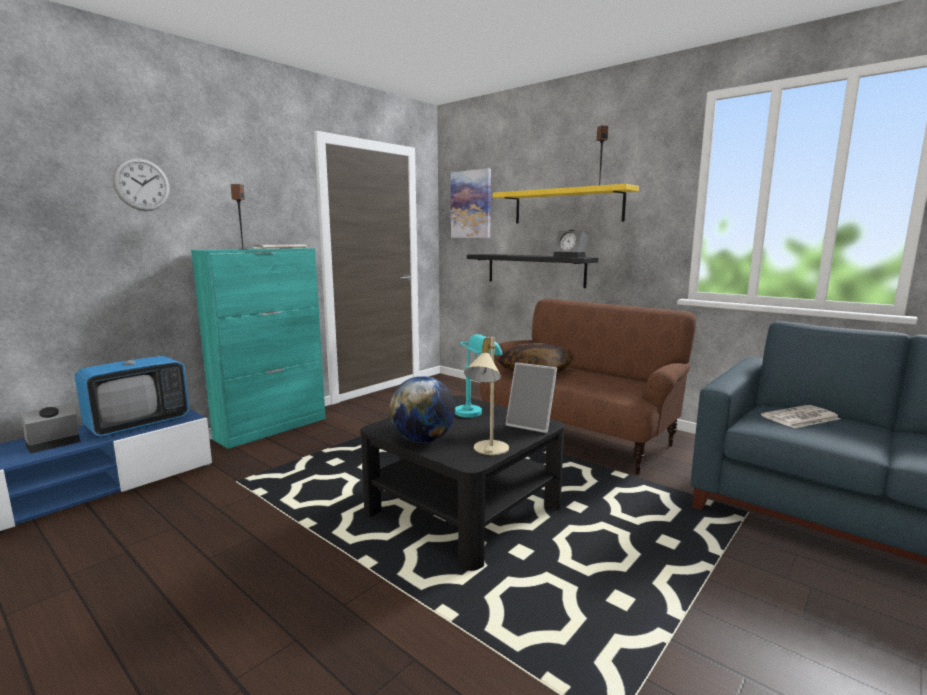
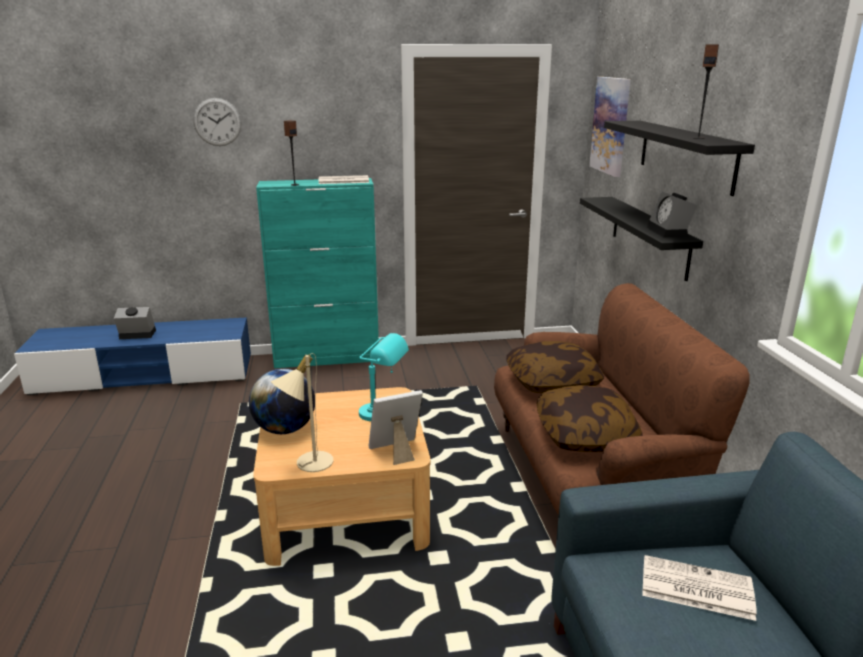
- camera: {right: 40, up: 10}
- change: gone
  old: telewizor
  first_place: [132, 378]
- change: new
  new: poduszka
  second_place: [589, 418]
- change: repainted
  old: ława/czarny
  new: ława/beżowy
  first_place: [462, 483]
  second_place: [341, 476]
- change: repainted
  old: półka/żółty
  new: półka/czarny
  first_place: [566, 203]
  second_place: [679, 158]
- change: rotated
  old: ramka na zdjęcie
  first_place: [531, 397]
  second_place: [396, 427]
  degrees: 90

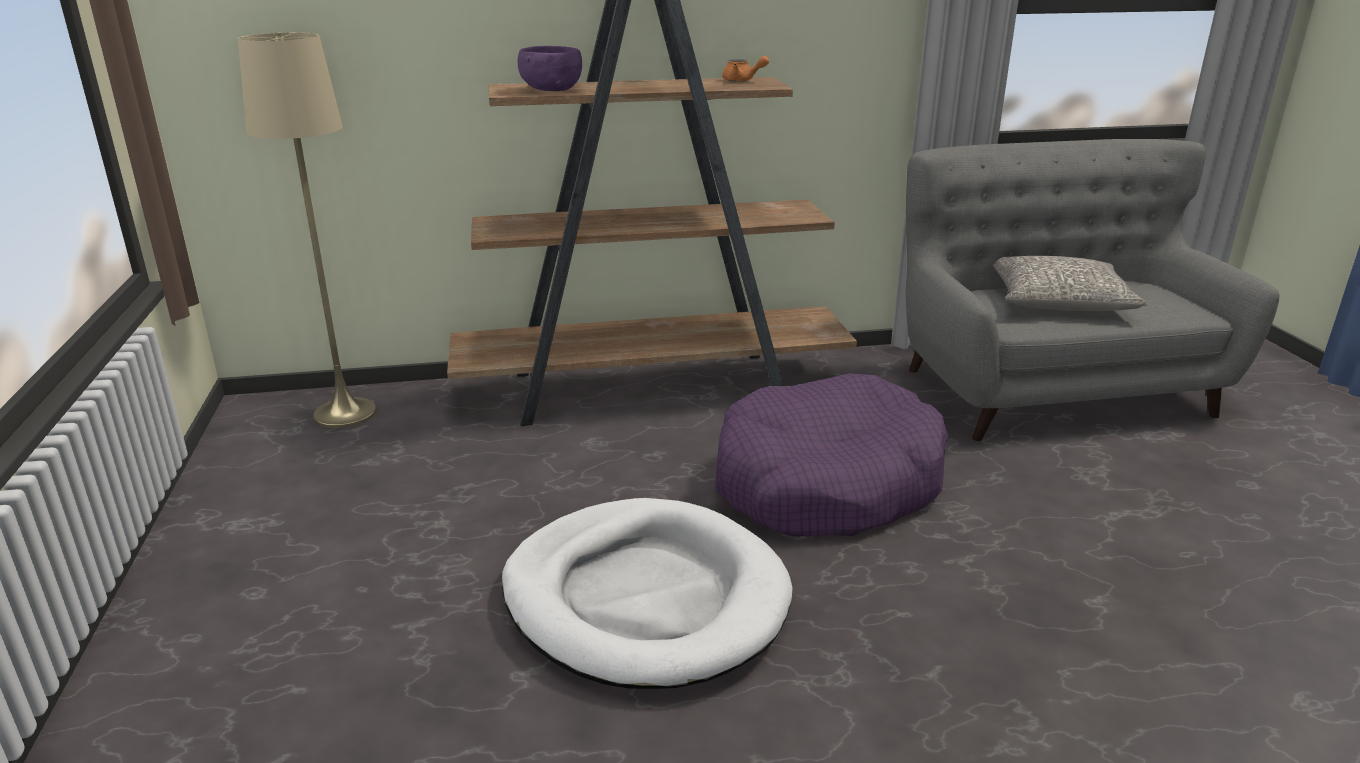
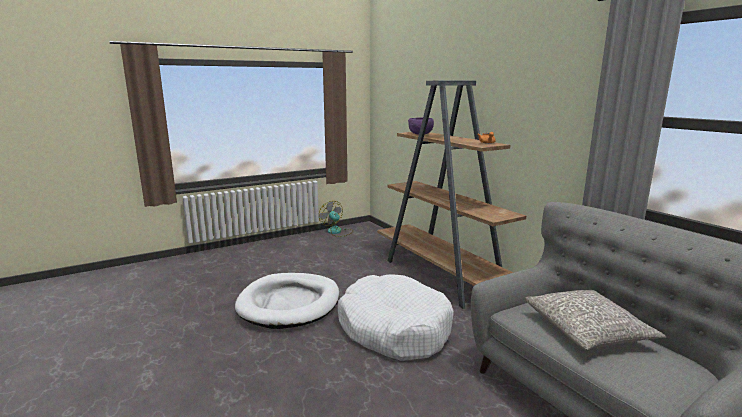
- camera: {right: 70, up: -10}
- change: gone
  old: lampa stojąca/beżowy
  first_place: [307, 230]
- change: new
  new: wentylator
  second_place: [336, 219]
- change: repainted
  old: legowisko/fioletowy
  new: legowisko/biały
  first_place: [831, 455]
  second_place: [396, 317]

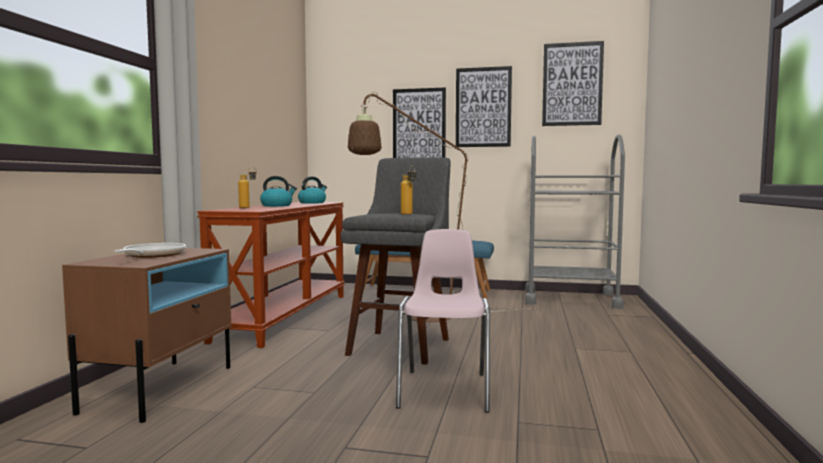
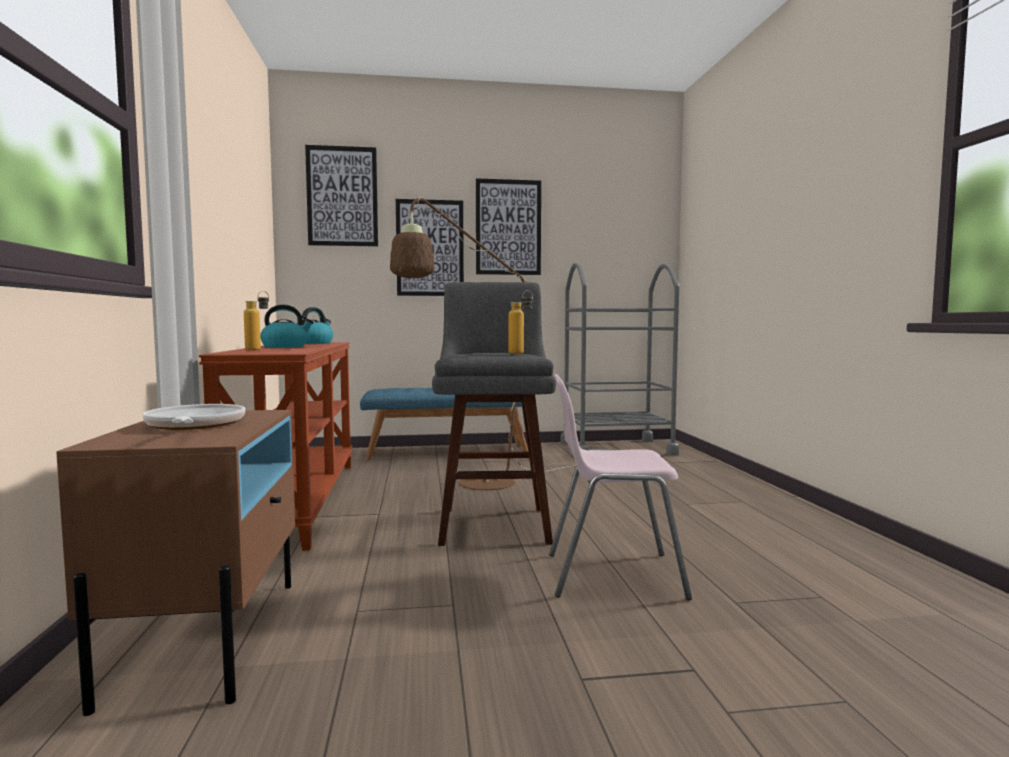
- camera: {right: -20, up: 0}
- change: shifted
  old: obraz
  first_place: [573, 83]
  second_place: [341, 196]
- change: rotated
  old: krzesło/różowy
  first_place: [443, 321]
  second_place: [620, 487]
  degrees: -75

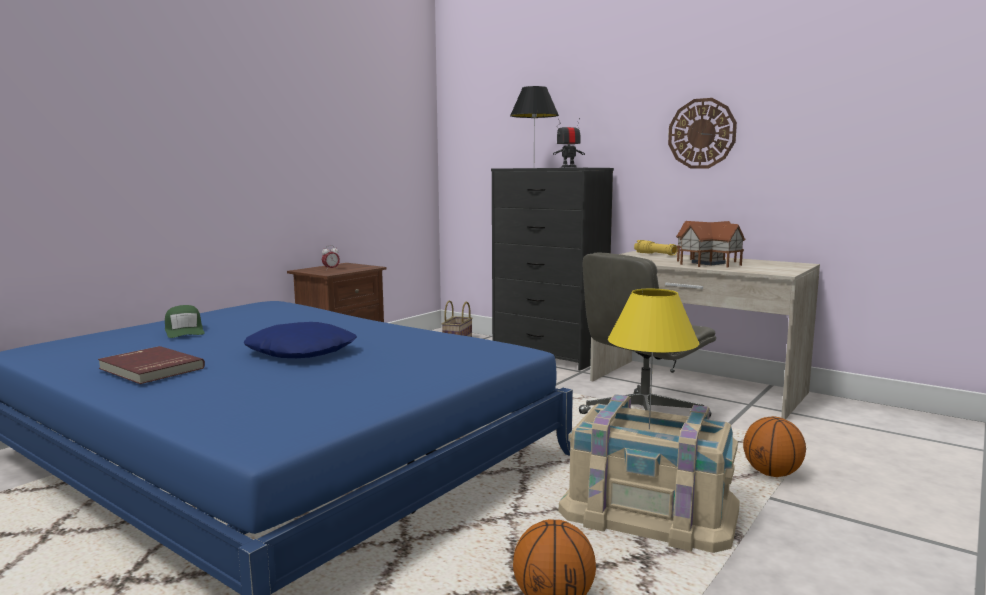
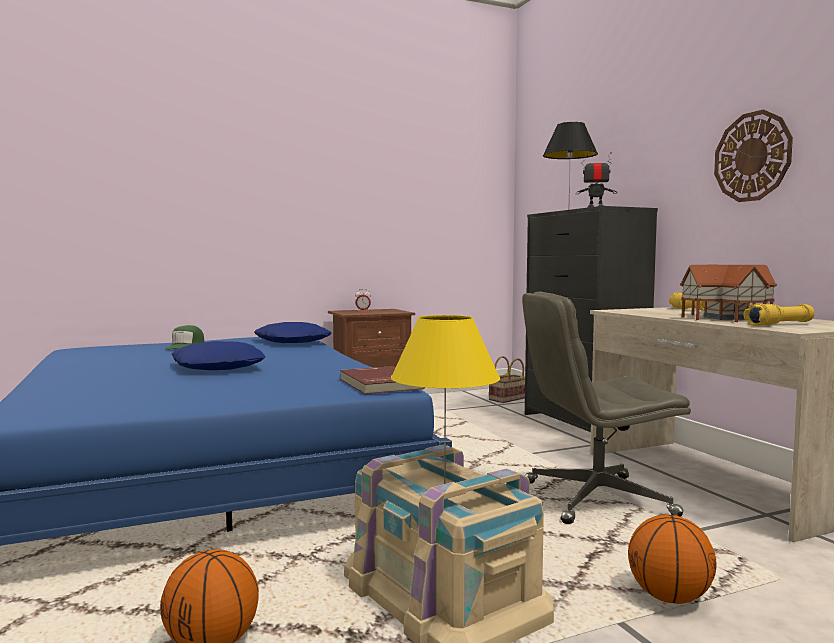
- camera: {right: 30, up: -5}
- change: new
  new: poduszka/niebieski
  second_place: [293, 332]
- change: new
  new: latarka/żółty
  second_place: [779, 315]
- change: shifted
  old: książka/czerwony
  first_place: [151, 365]
  second_place: [382, 380]

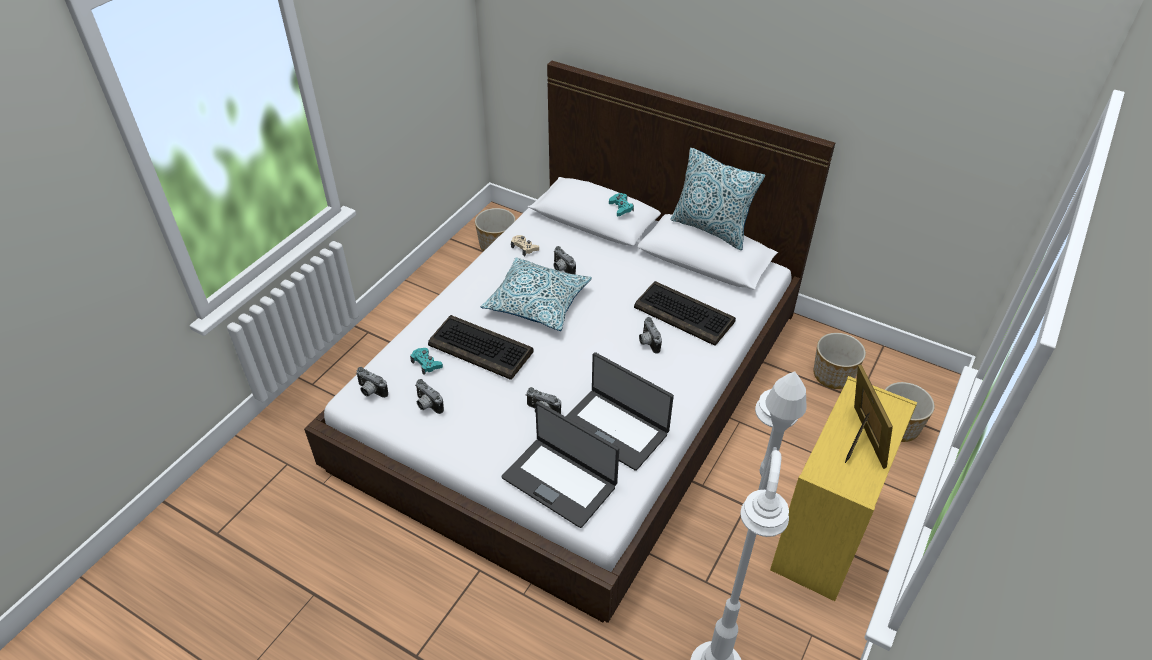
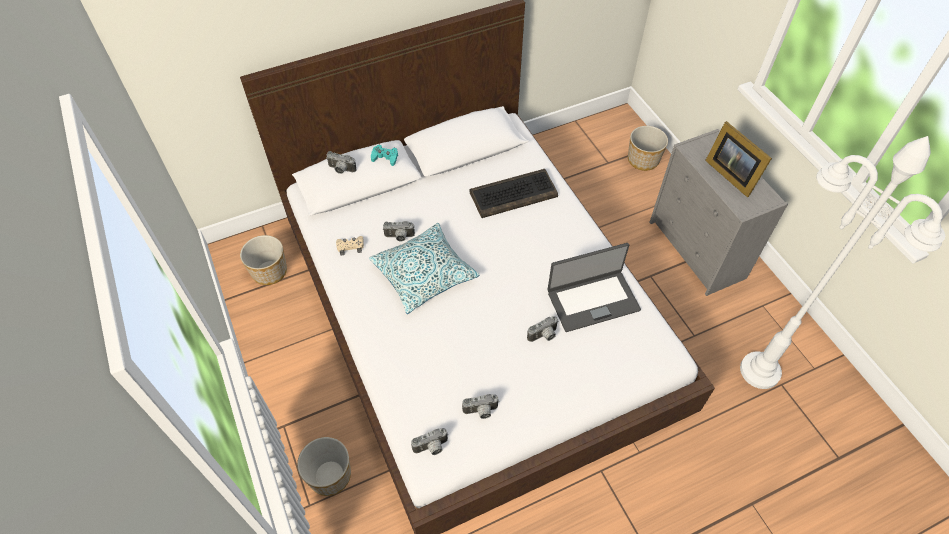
- camera: {right: -55, up: 10}
- change: gone
  old: pad do gier/turkusowy
  first_place: [426, 361]
- change: gone
  old: klawiatura
  first_place: [481, 347]
- change: gone
  old: laptop
  first_place: [560, 464]
- change: gone
  old: poduszka
  first_place: [717, 199]
- change: shifted
  old: aparat fotograficzny
  first_place: [650, 335]
  second_place: [341, 162]
- change: shifted
  old: donica
  first_place: [839, 361]
  second_place: [324, 466]
- change: repainted
  old: komoda/żółty
  new: komoda/szary
  first_place: [843, 488]
  second_place: [718, 212]
- change: rotated
  old: ramka na zdjęcie
  first_place: [869, 417]
  second_place: [738, 159]
  degrees: -150

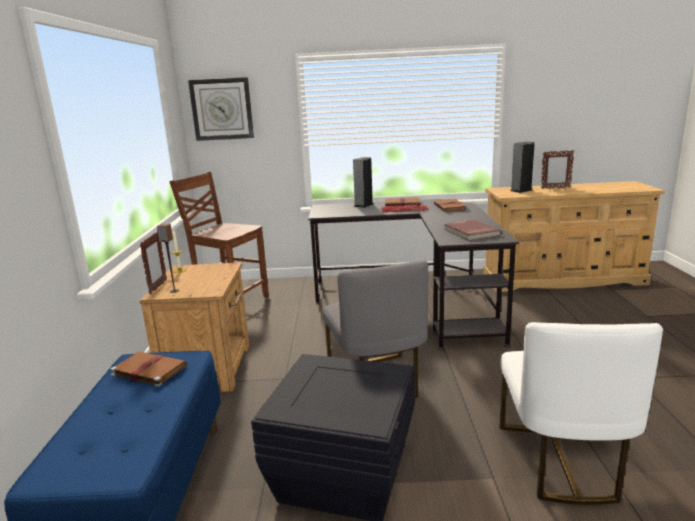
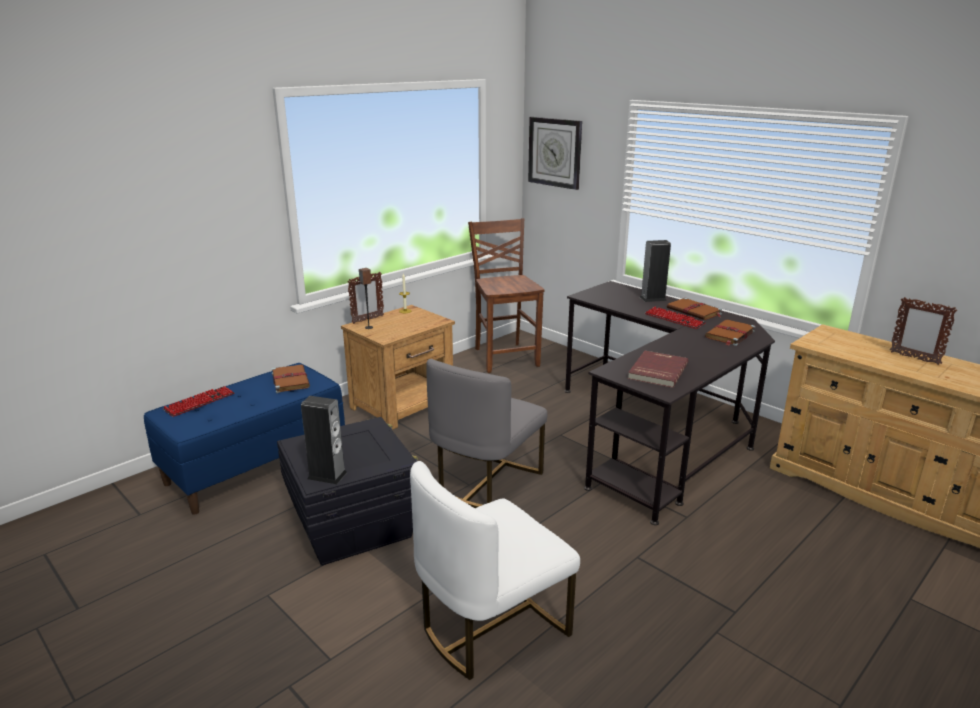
- camera: {right: 45, up: 5}
- change: new
  new: klawiatura
  second_place: [198, 401]
- change: shifted
  old: głośnik
  first_place: [522, 167]
  second_place: [324, 440]

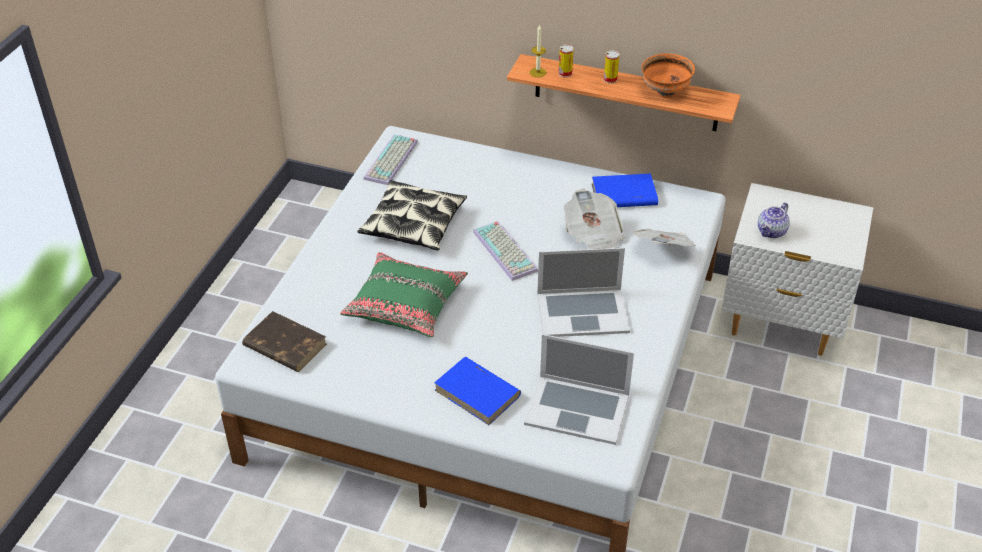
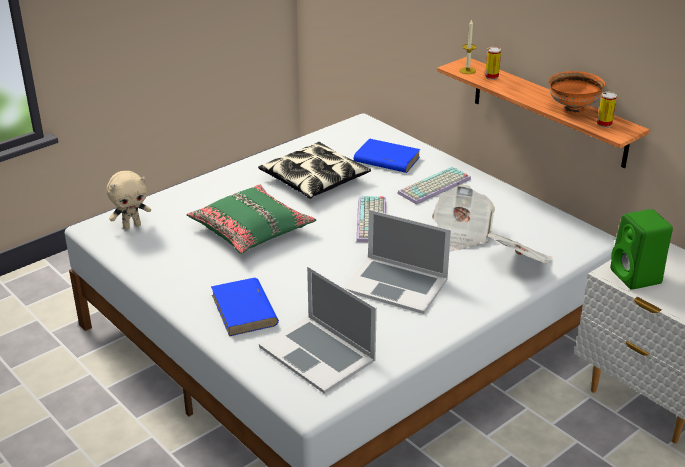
- camera: {right: 30, up: -10}
- change: shifted
  old: klawiatura
  first_place: [390, 159]
  second_place: [434, 185]
- change: shifted
  old: książka/niebieski
  first_place: [625, 190]
  second_place: [387, 155]
- change: shifted
  old: puszka
  first_place: [612, 67]
  second_place: [607, 110]
- change: swapped
  old: książka/brązowy
  new: pluszak/beżowy
  first_place: [284, 341]
  second_place: [129, 200]
- change: swapped
  old: imbryk
  new: głośnik/zielony
  first_place: [774, 220]
  second_place: [641, 249]

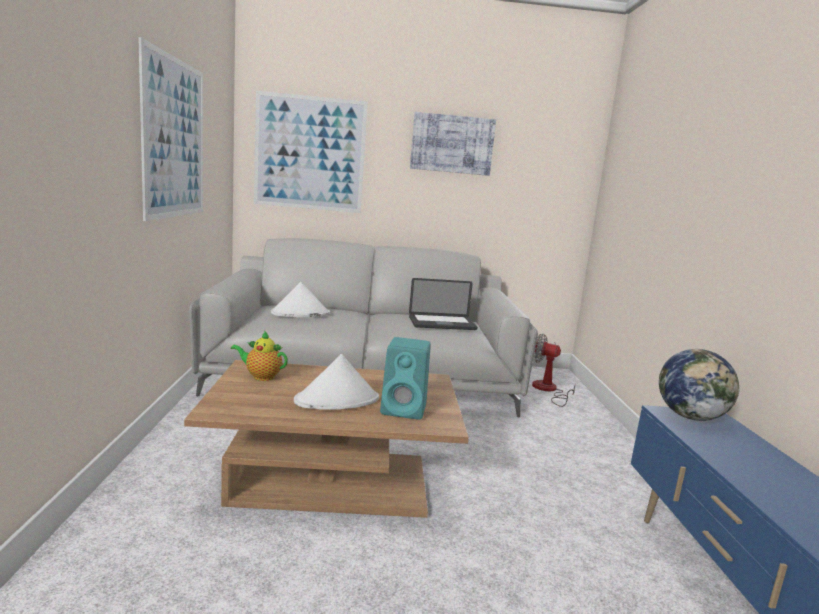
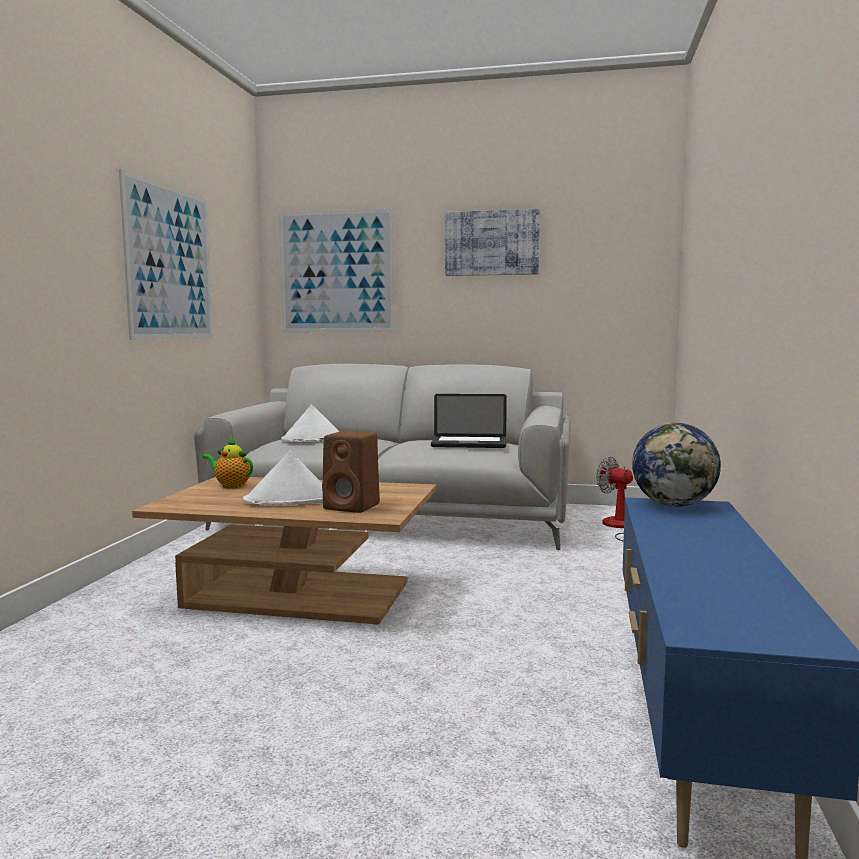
- camera: {right: 15, up: -5}
- change: repainted
  old: głośnik/turkusowy
  new: głośnik/brązowy
  first_place: [405, 378]
  second_place: [351, 472]

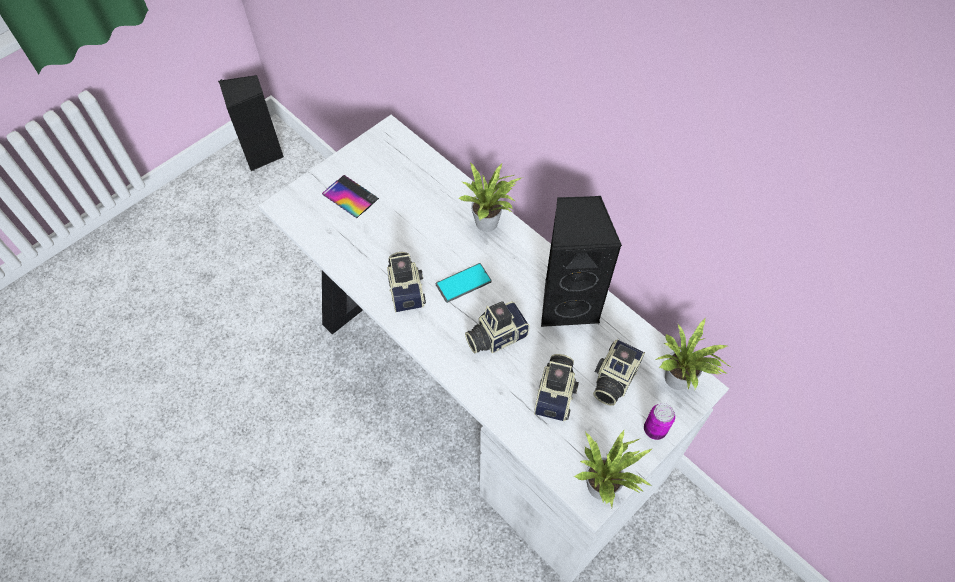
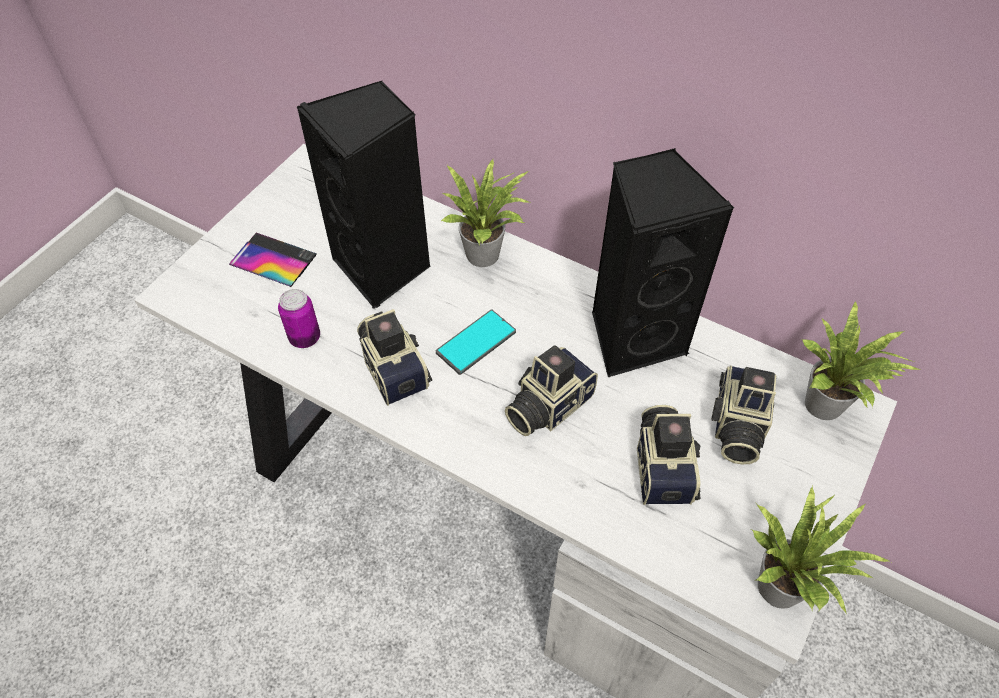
- camera: {right: -15, up: -5}
- change: shifted
  old: głośnik/czarny
  first_place: [251, 123]
  second_place: [364, 195]
- change: shifted
  old: puszka
  first_place: [659, 421]
  second_place: [299, 318]

